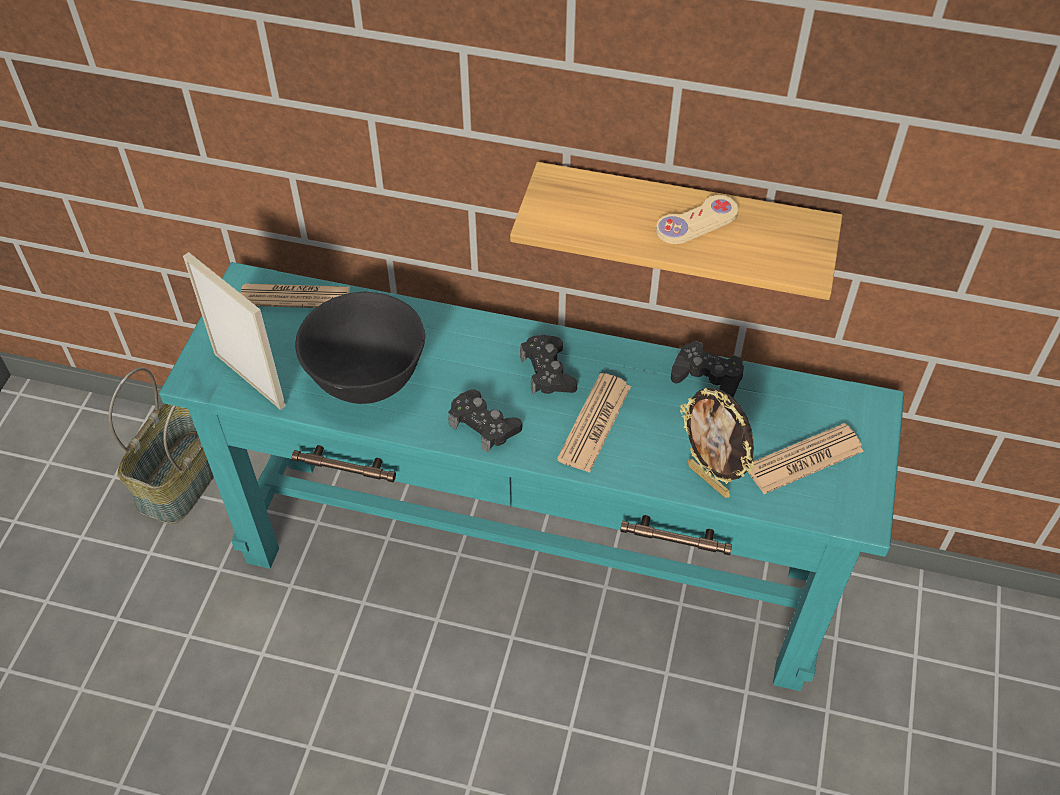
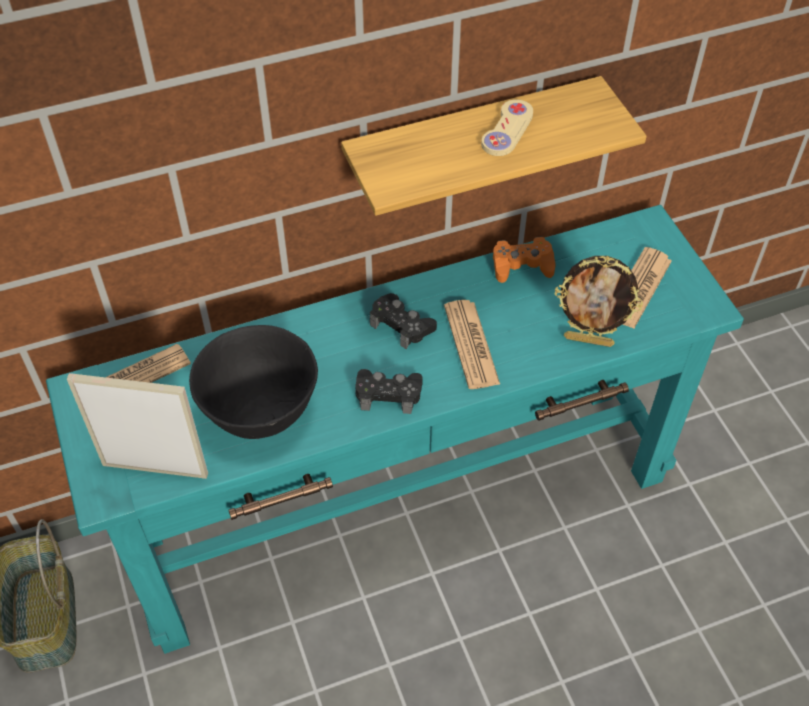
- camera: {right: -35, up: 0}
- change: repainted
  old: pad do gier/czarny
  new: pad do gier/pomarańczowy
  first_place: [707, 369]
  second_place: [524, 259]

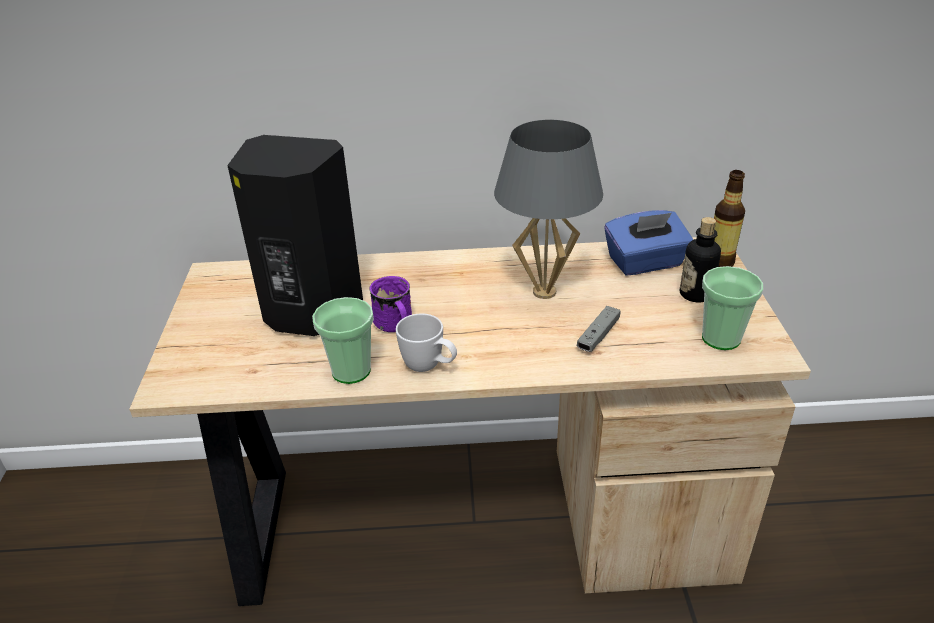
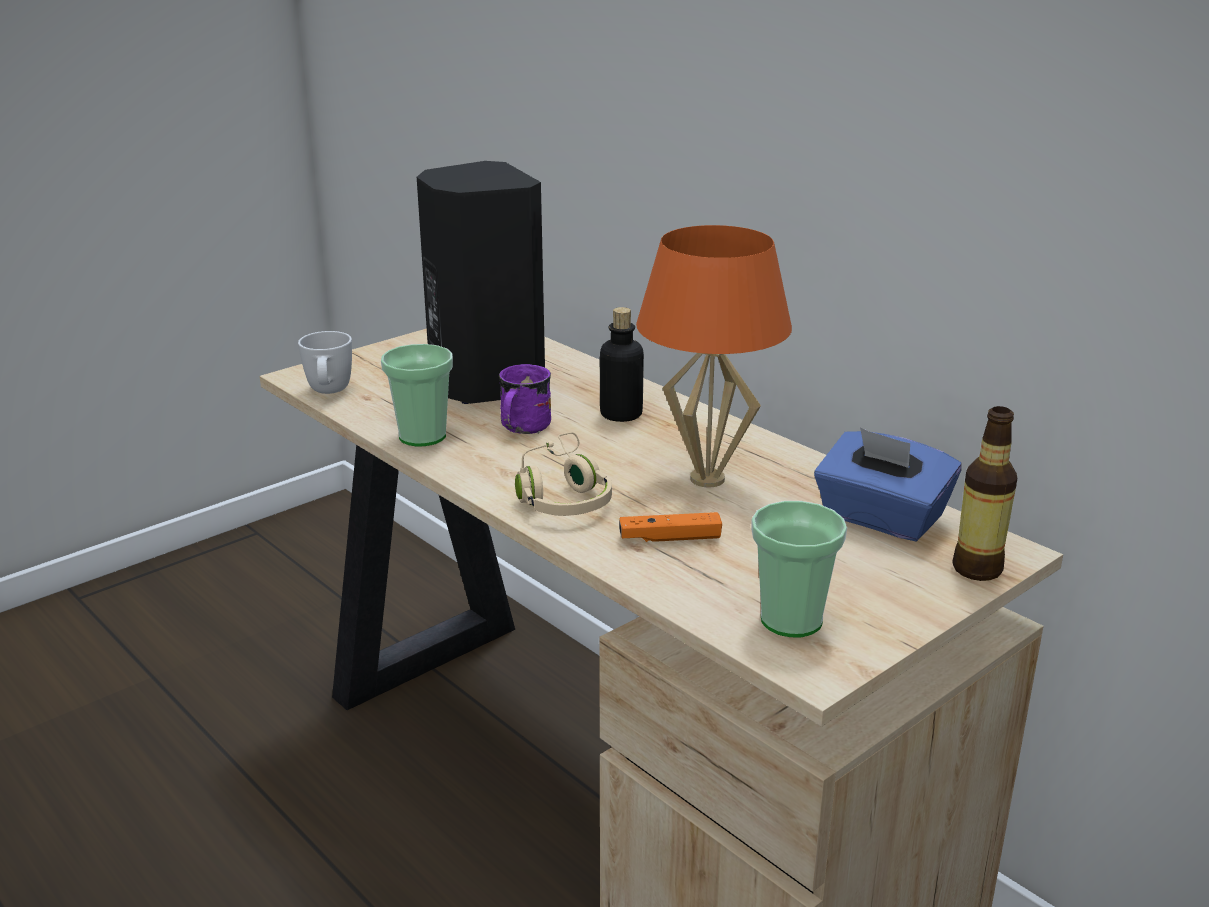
- camera: {right: 50, up: -10}
- change: new
  new: słuchawki/beżowy
  second_place: [563, 474]
- change: shifted
  old: kubek/biały
  first_place: [426, 343]
  second_place: [325, 362]
- change: shifted
  old: butelka
  first_place: [700, 259]
  second_place: [622, 364]
- change: repainted
  old: lampa stołowa/szary
  new: lampa stołowa/pomarańczowy
  first_place: [548, 209]
  second_place: [714, 356]
- change: repainted
  old: pad do gier/szary
  new: pad do gier/pomarańczowy
  first_place: [599, 329]
  second_place: [670, 527]

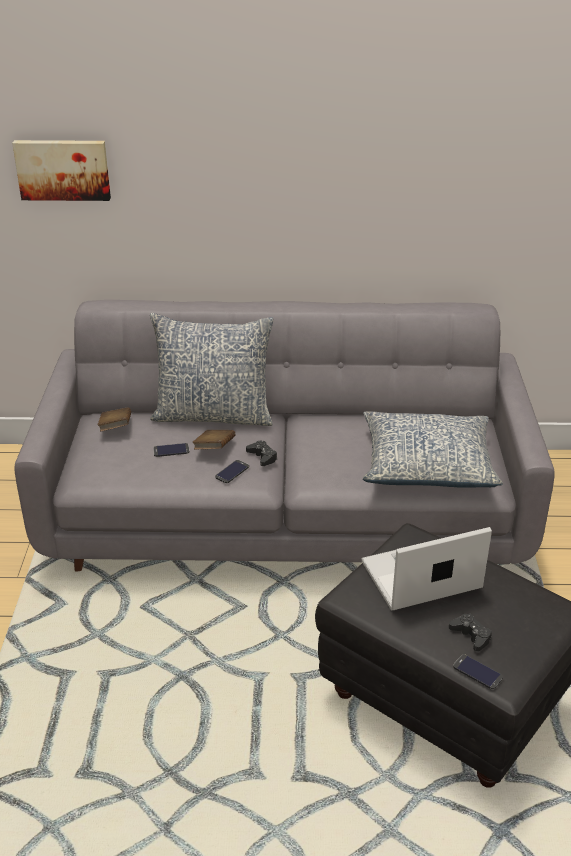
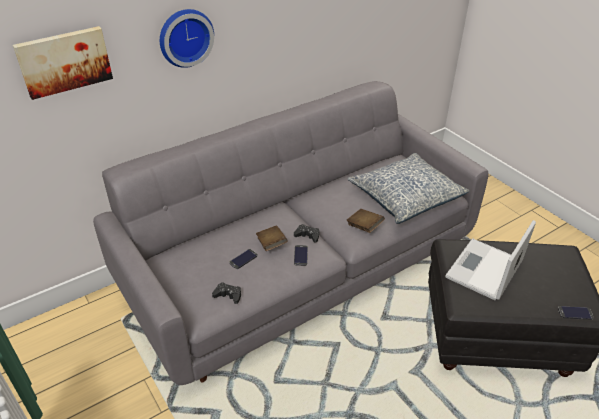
- camera: {right: -35, up: 5}
- change: gone
  old: poduszka
  first_place: [212, 369]
- change: new
  new: zegar ścienny
  second_place: [187, 38]
- change: shifted
  old: książka/brązowy
  first_place: [114, 419]
  second_place: [365, 221]
- change: shifted
  old: pad do gier/czarny
  first_place: [470, 633]
  second_place: [226, 293]

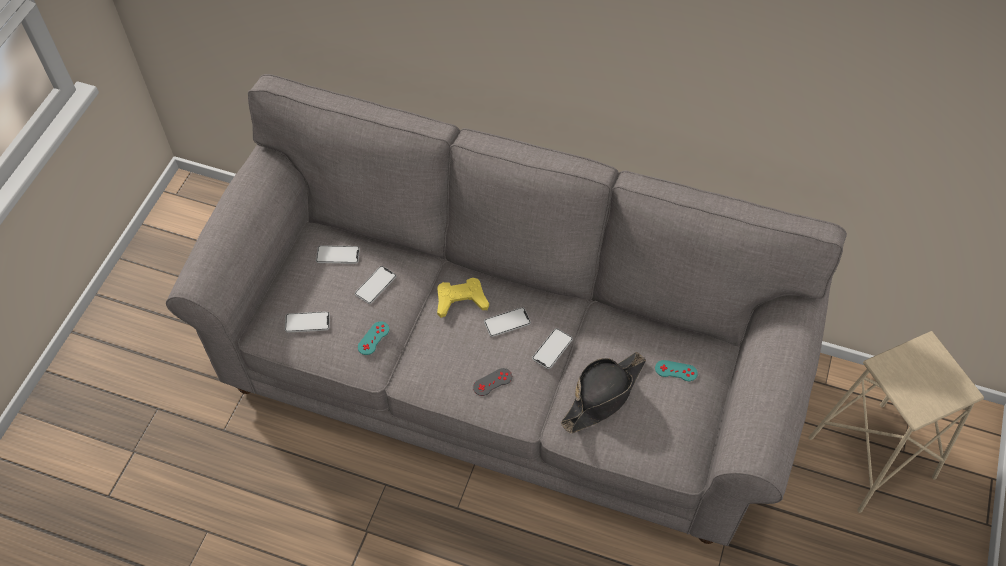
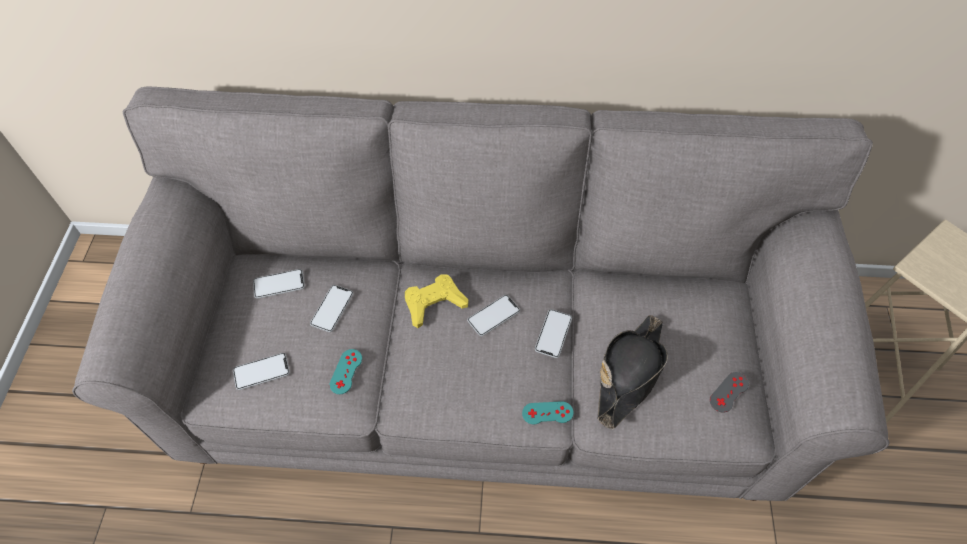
- camera: {right: -15, up: 0}
- change: shifted
  old: pad do gier/szary
  first_place: [492, 382]
  second_place: [729, 392]
- change: shifted
  old: pad do gier/turkusowy
  first_place: [676, 370]
  second_place: [547, 413]

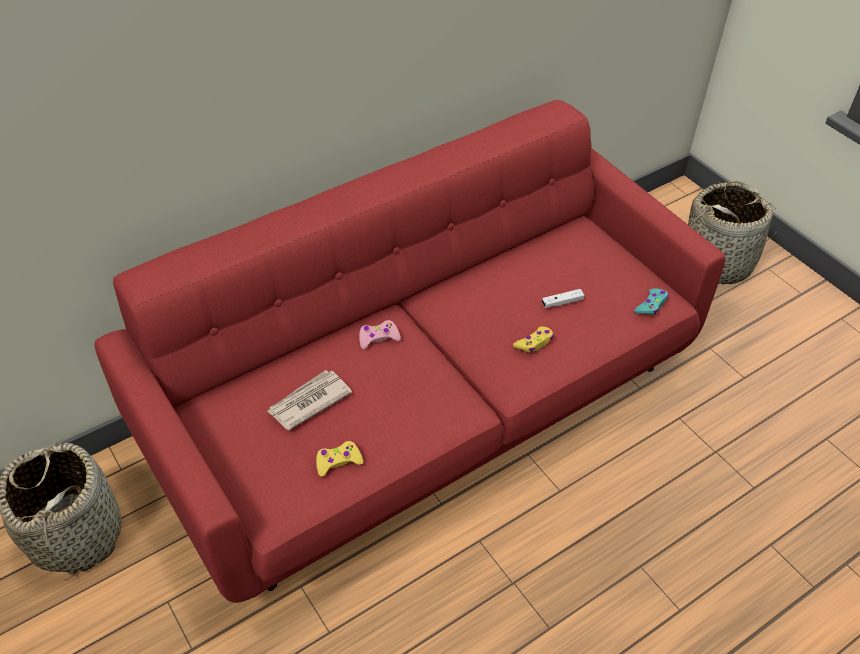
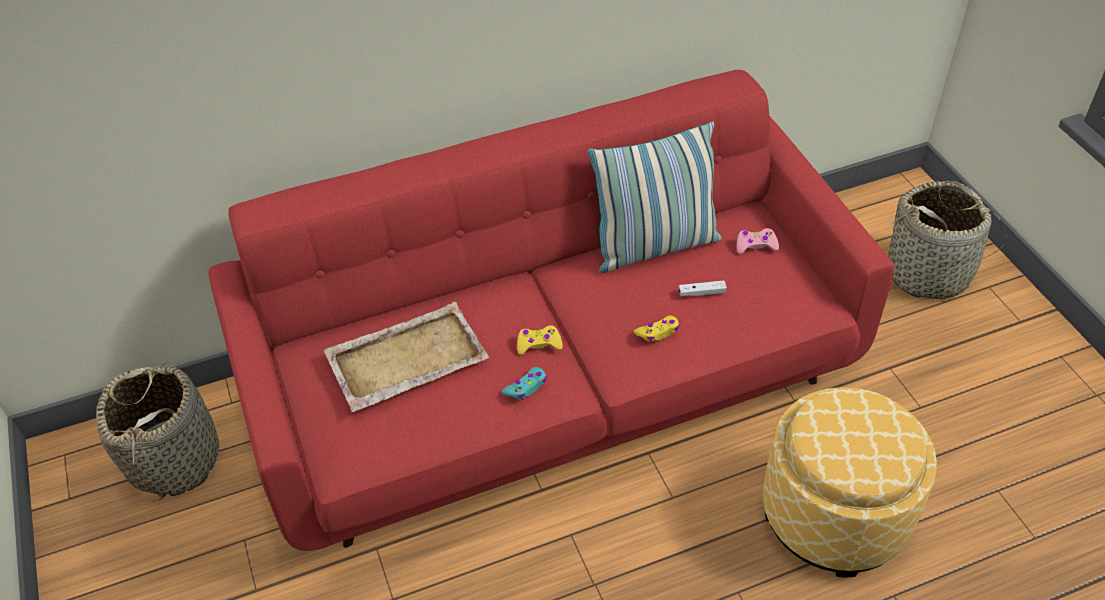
- camera: {right: 15, up: 0}
- change: new
  new: poduszka
  second_place: [655, 197]
- change: new
  new: pufa
  second_place: [850, 482]
- change: shifted
  old: pad do gier/żółty
  first_place: [339, 459]
  second_place: [540, 340]
- change: shifted
  old: pad do gier/różowy
  first_place: [380, 334]
  second_place: [758, 241]
- change: shifted
  old: pad do gier/turkusowy
  first_place: [651, 301]
  second_place: [524, 383]
- change: swapped
  old: gazeta
  new: taca/beżowy
  first_place: [309, 400]
  second_place: [406, 357]

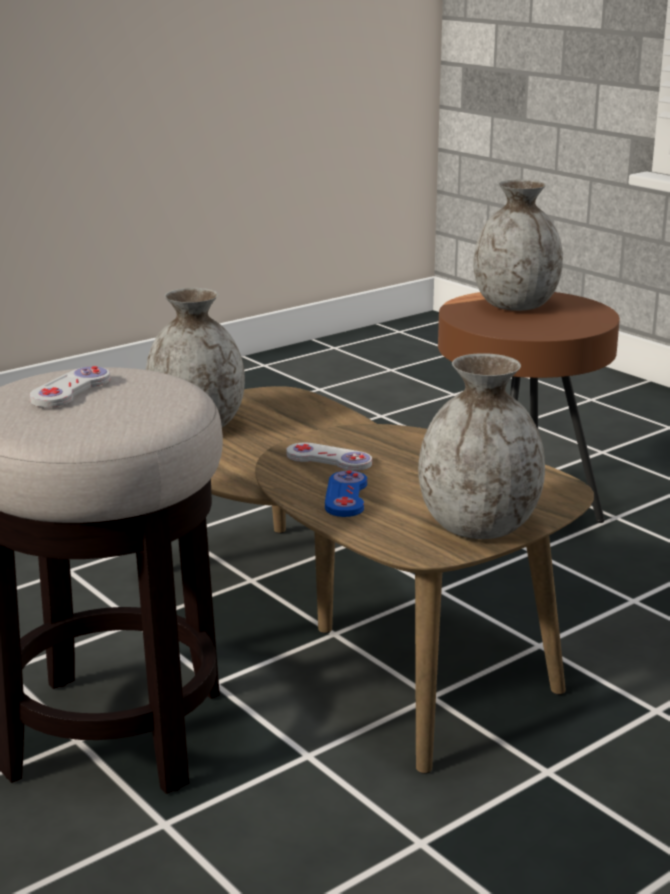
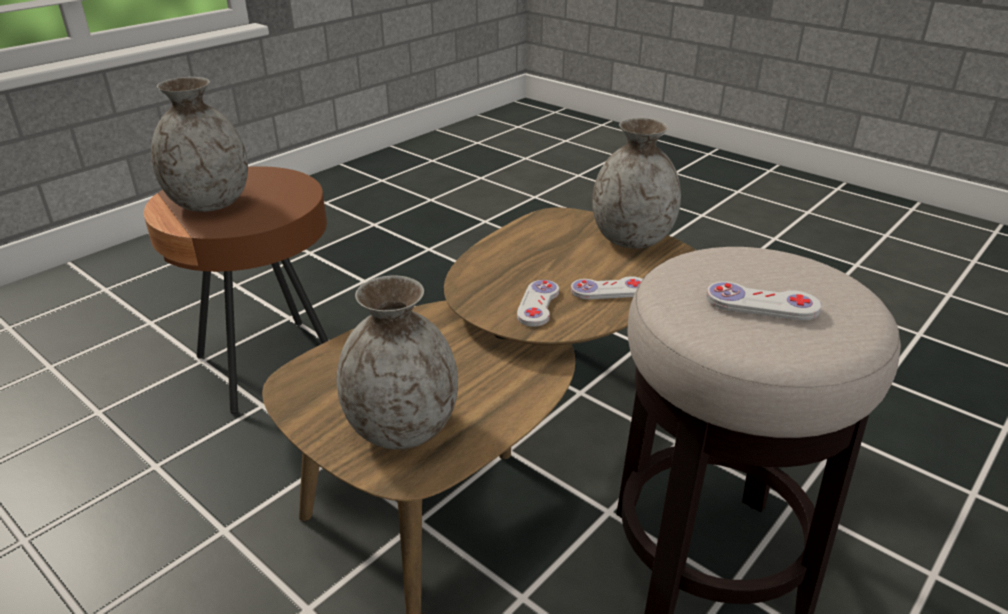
- camera: {right: -100, up: 10}
- change: repainted
  old: pad do gier/niebieski
  new: pad do gier/biały
  first_place: [346, 493]
  second_place: [607, 287]

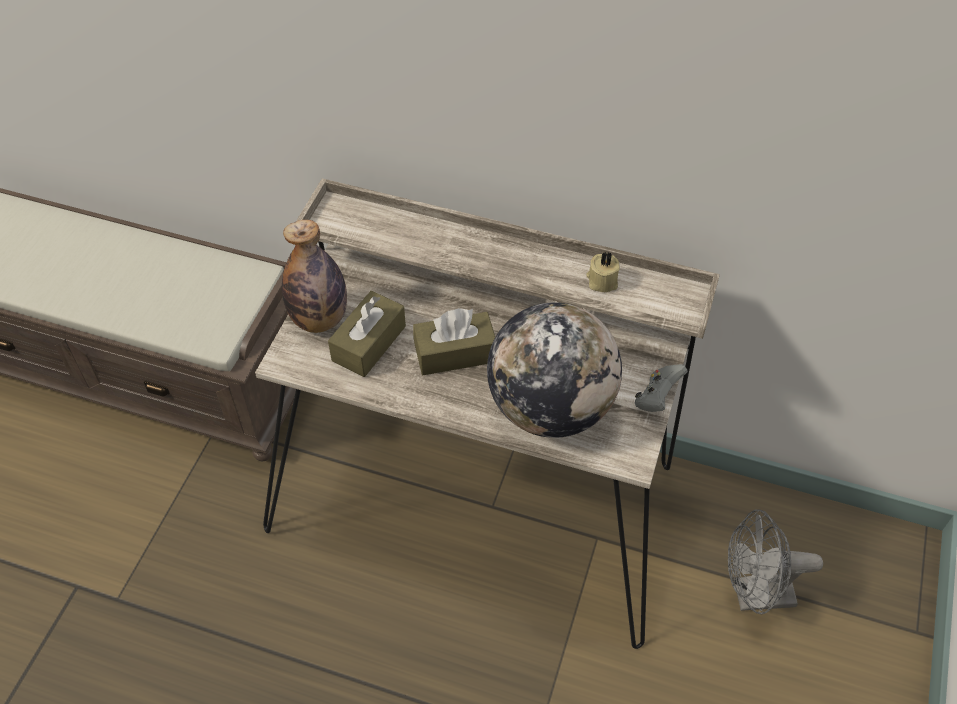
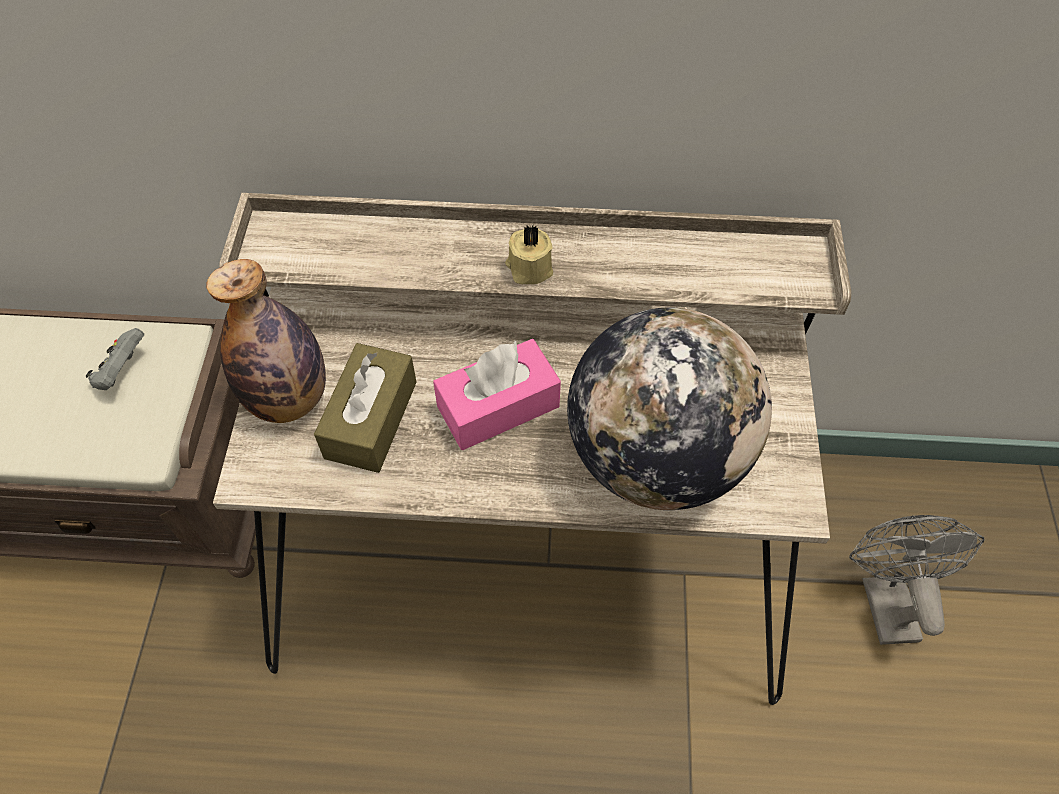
- camera: {right: -15, up: 5}
- change: shifted
  old: świeca/beżowy
  first_place: [603, 272]
  second_place: [529, 254]
- change: shifted
  old: pad do gier/szary
  first_place: [661, 388]
  second_place: [115, 359]
- change: repainted
  old: pudełko chusteczek/brązowy
  new: pudełko chusteczek/różowy
  first_place: [454, 341]
  second_place: [497, 394]
- change: rotated
  old: wentylator/szary
  first_place: [775, 561]
  second_place: [917, 580]
  degrees: 105

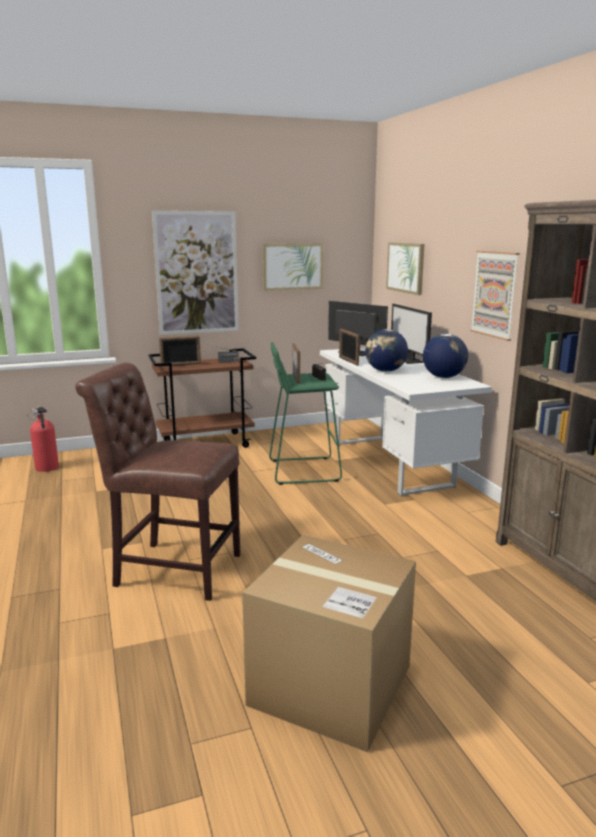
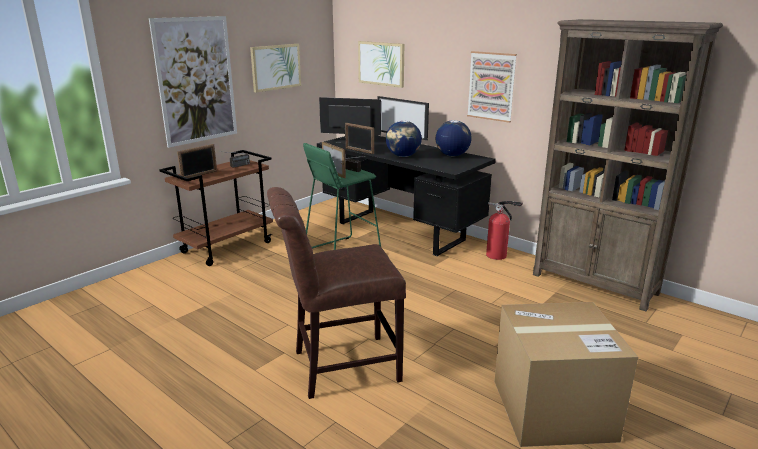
- camera: {right: -30, up: 5}
- change: shifted
  old: gaśnica
  first_place: [43, 439]
  second_place: [504, 230]
- change: repainted
  old: biurko/biały
  new: biurko/czarny
  first_place: [406, 421]
  second_place: [406, 196]

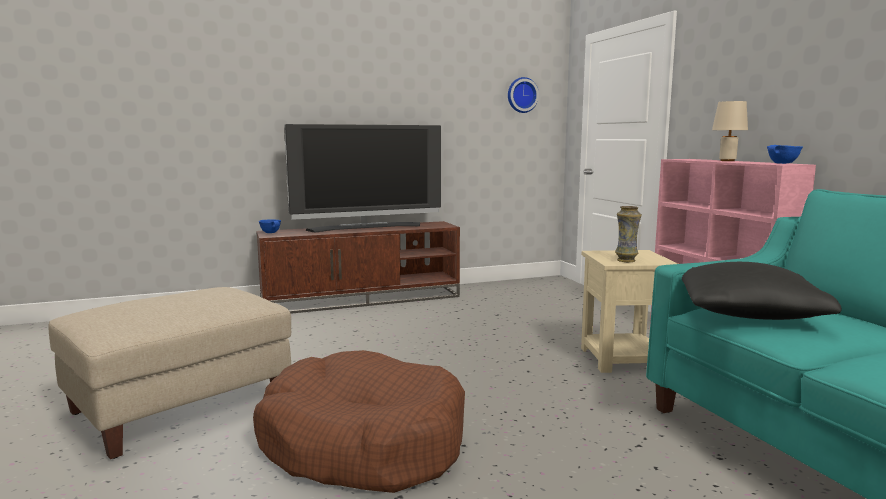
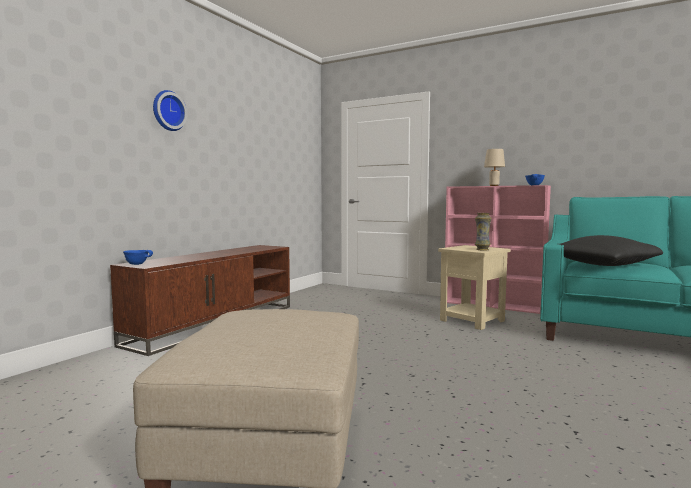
- camera: {right: -40, up: -5}
- change: gone
  old: legowisko/brązowy
  first_place: [359, 421]
- change: gone
  old: telewizor
  first_place: [362, 178]
- change: shifted
  old: zegar ścienny
  first_place: [523, 95]
  second_place: [170, 110]

